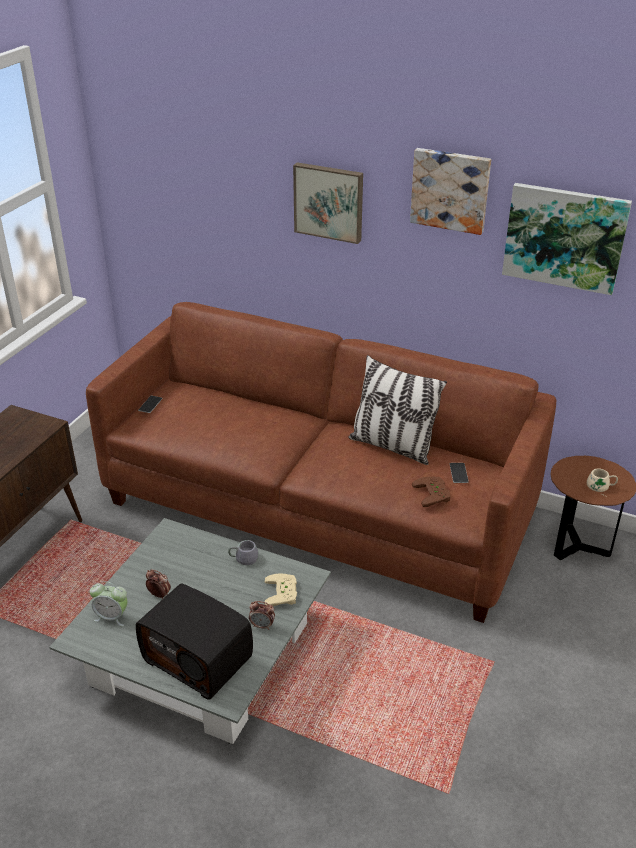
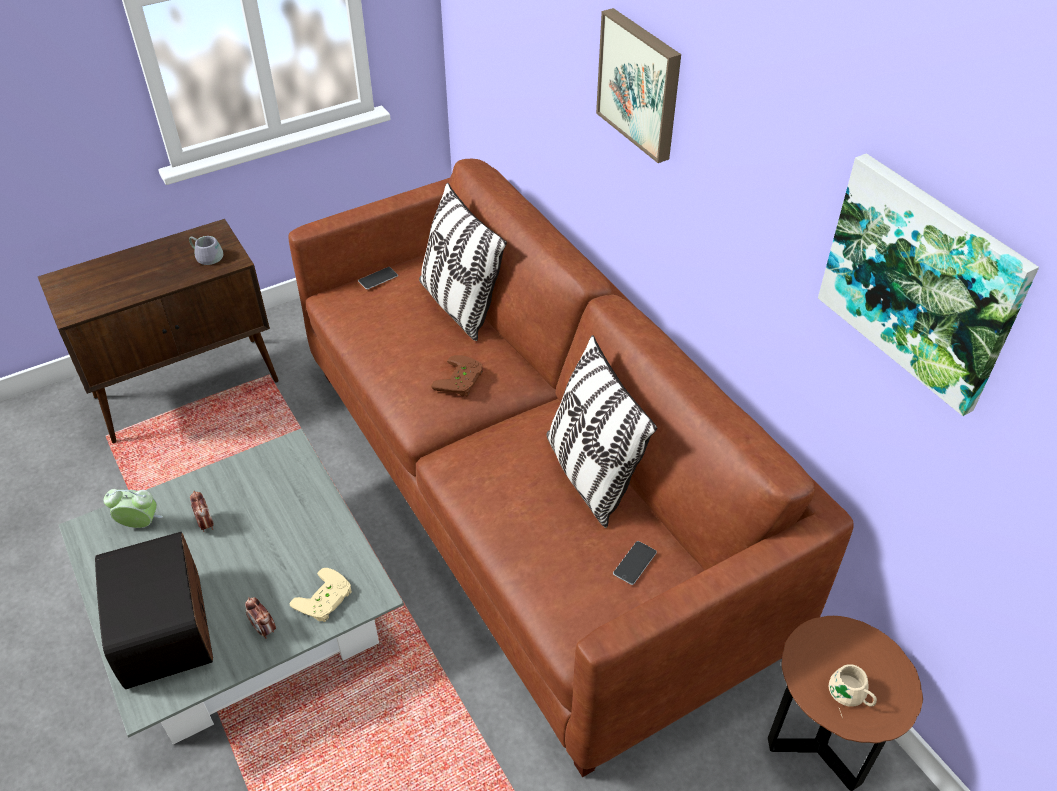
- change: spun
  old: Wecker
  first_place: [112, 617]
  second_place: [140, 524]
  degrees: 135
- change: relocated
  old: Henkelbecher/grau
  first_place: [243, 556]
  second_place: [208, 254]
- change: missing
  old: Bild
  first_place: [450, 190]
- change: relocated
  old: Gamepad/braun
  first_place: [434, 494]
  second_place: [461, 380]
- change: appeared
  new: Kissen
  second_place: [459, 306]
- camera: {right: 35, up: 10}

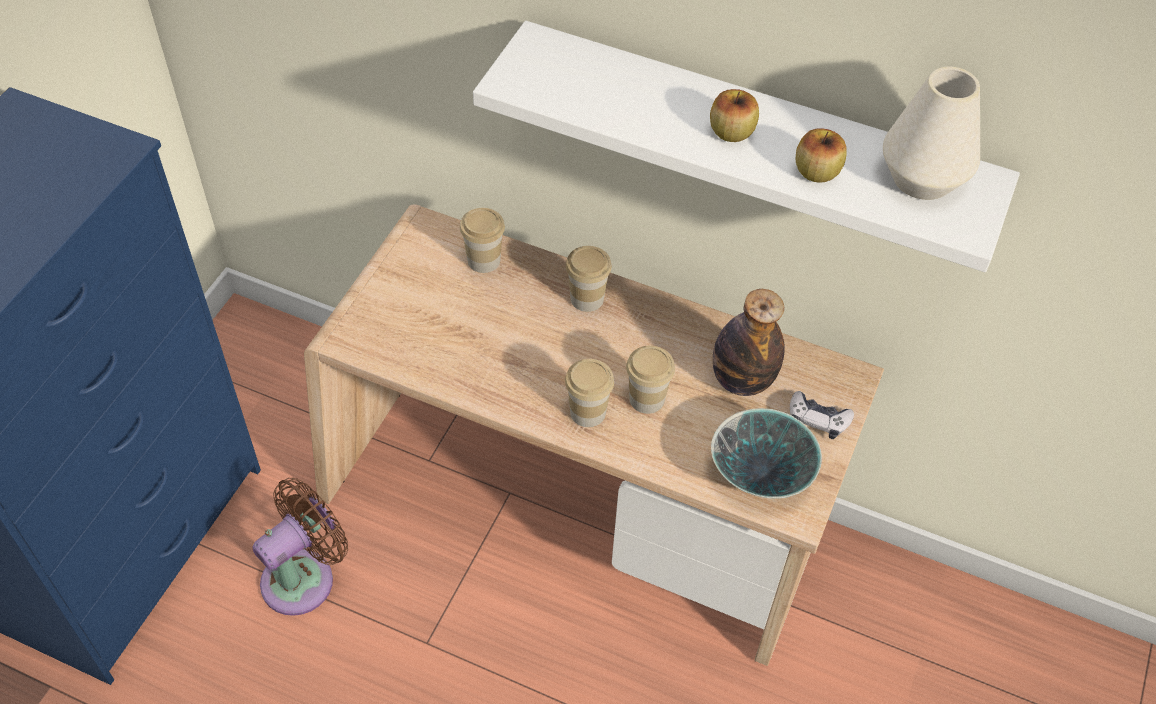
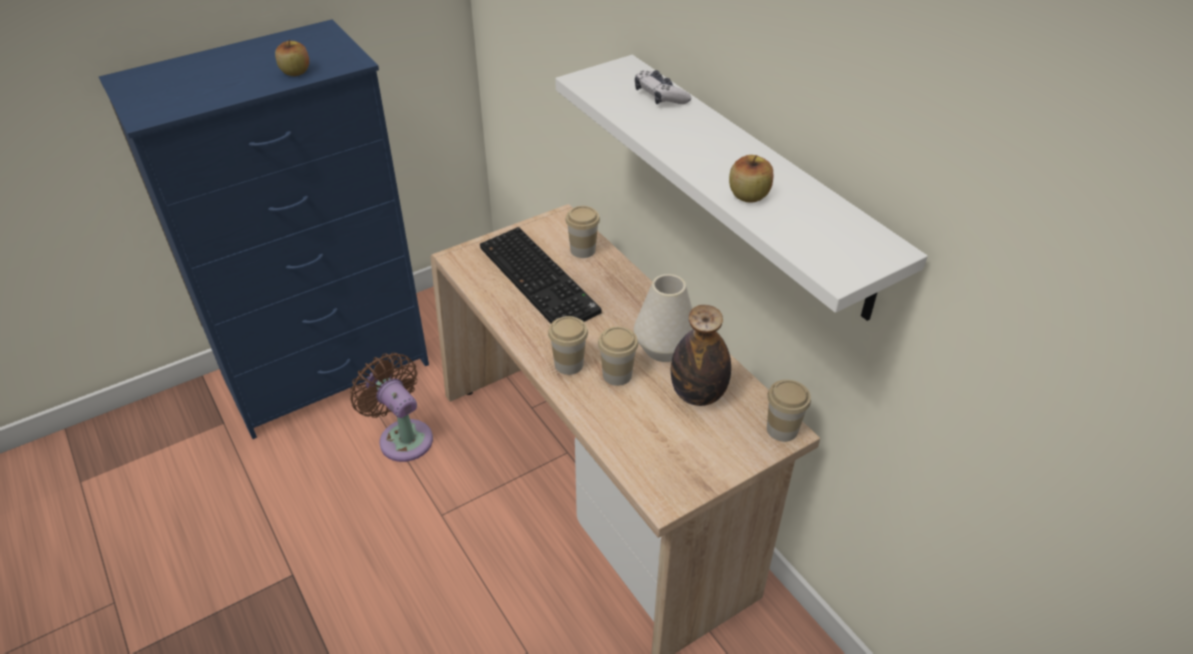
- change: spun
  old: Ventilator/braun
  first_place: [304, 577]
  second_place: [403, 437]
  degrees: -120
- change: relocated
  old: Tasse
  first_place: [587, 298]
  second_place: [782, 429]
- change: relocated
  old: Apfel
  first_place: [731, 132]
  second_place: [295, 72]
- change: missing
  old: Schüssel
  first_place: [761, 477]
- change: relocated
  old: Gamepad
  first_place: [817, 420]
  second_place: [660, 96]
- change: relocated
  old: Vase/weiß
  first_place: [923, 178]
  second_place: [664, 348]
- change: appeared
  new: Tastatur
  second_place: [541, 280]
- camera: {right: 35, up: -10}

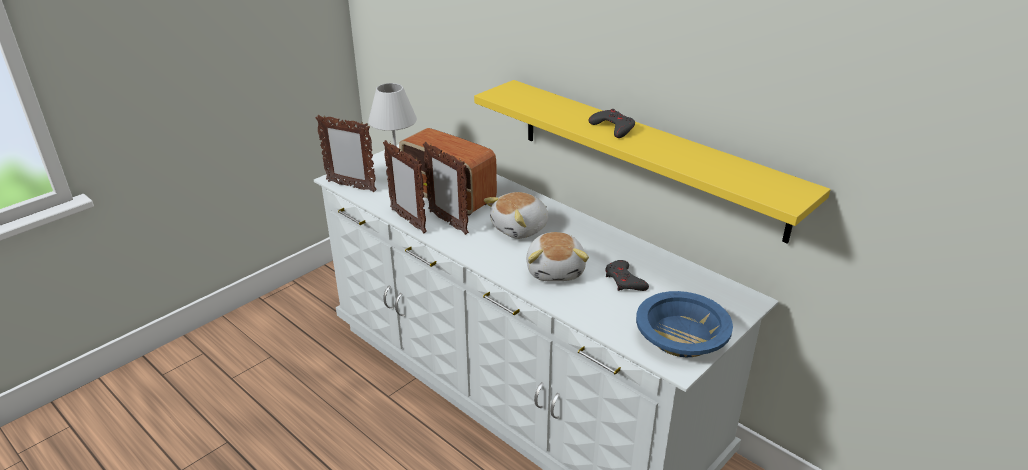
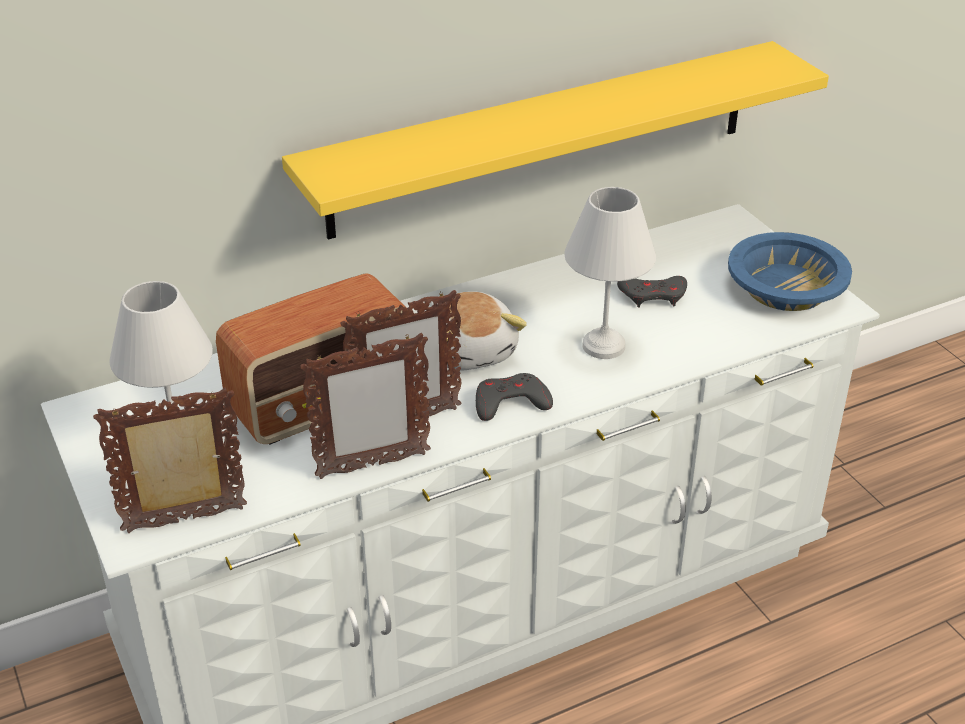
- change: spun
  old: Bilderrahmen
  first_place: [351, 186]
  second_place: [186, 521]
  degrees: -150
- change: exchanged
  old: Plüschtier
  new: Tischlampe/weiß
  first_place: [556, 270]
  second_place: [602, 345]
- change: relocated
  old: Gamepad/grau
  first_place: [613, 128]
  second_place: [510, 403]
- camera: {right: -70, up: 5}

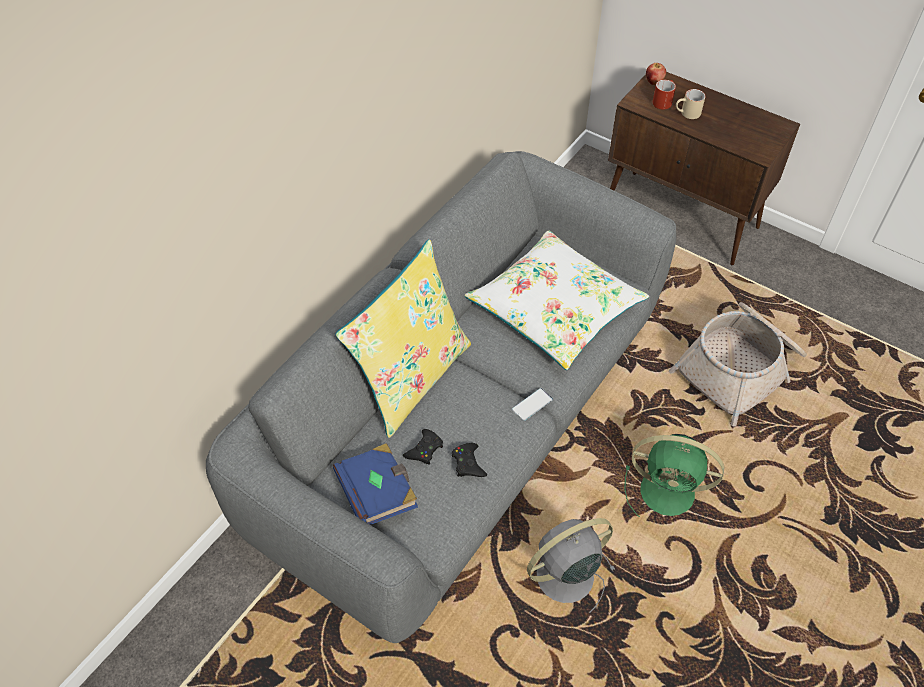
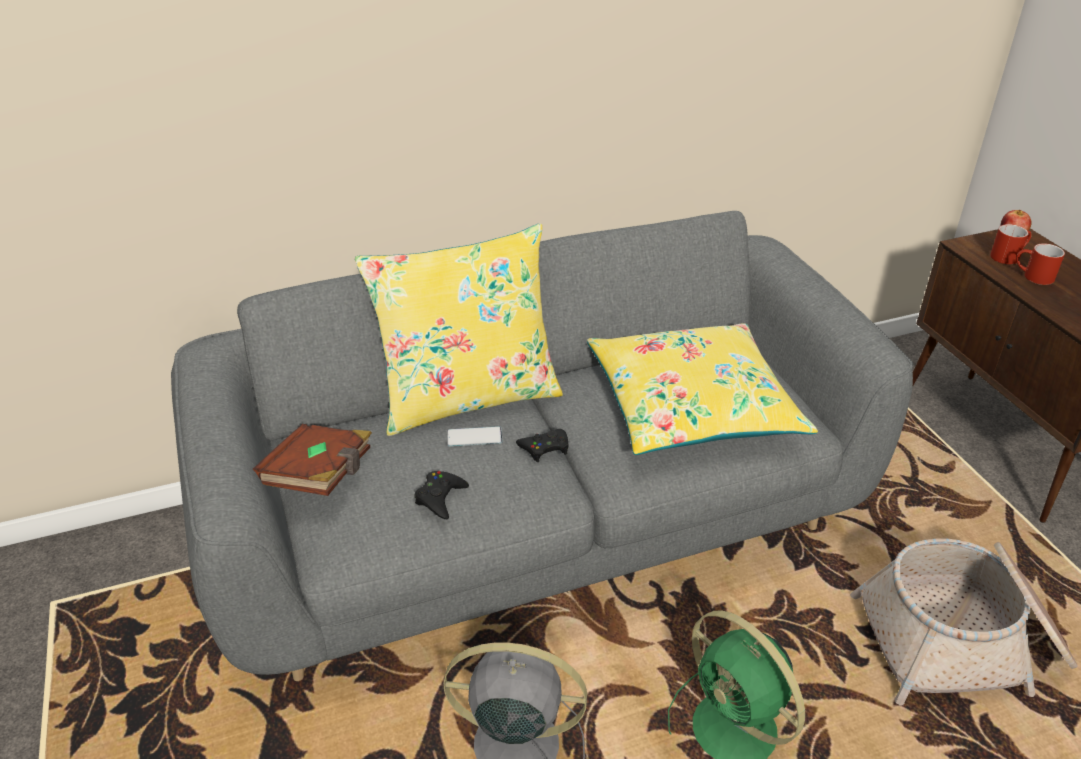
- change: colour
  old: Buch/blau
  new: Buch/braun
  first_place: [377, 493]
  second_place: [320, 476]
- change: relocated
  old: Gamepad/schwarz
  first_place: [424, 450]
  second_place: [545, 448]
- change: colour
  old: Kissen/weiß
  new: Kissen/gelb
  first_place: [555, 309]
  second_place: [692, 406]
- change: relocated
  old: Handy
  first_place: [532, 404]
  second_place: [474, 437]
- change: colour
  old: Henkelbecher/beige
  new: Henkelbecher/rot
  first_place: [687, 114]
  second_place: [1032, 277]
- camera: {right: 35, up: -15}

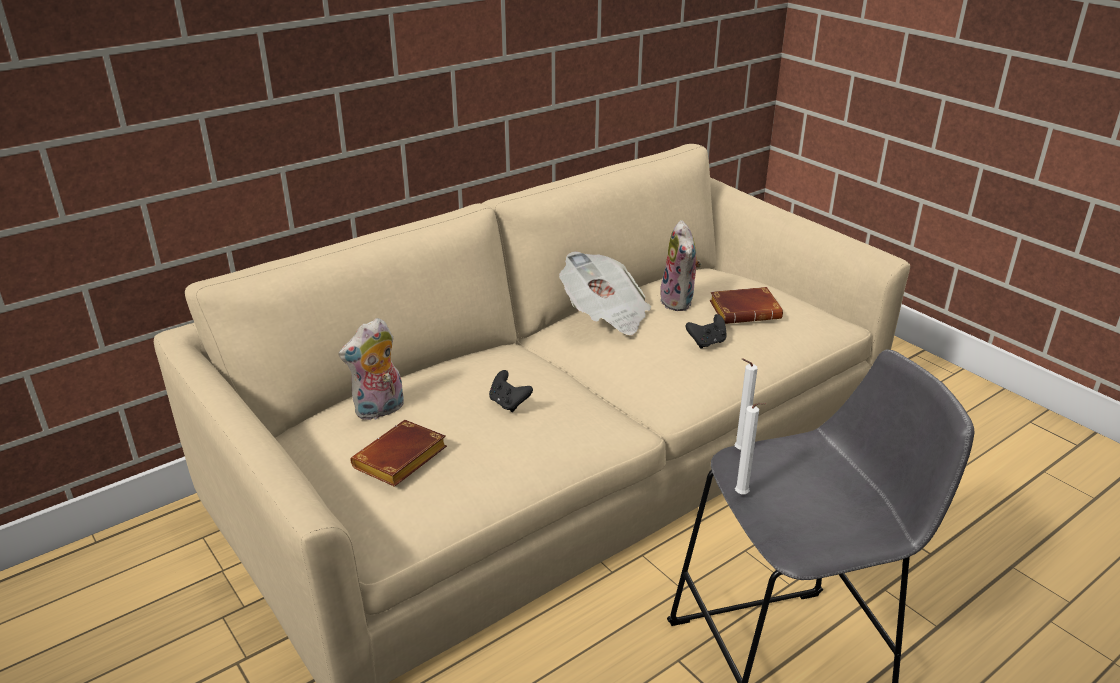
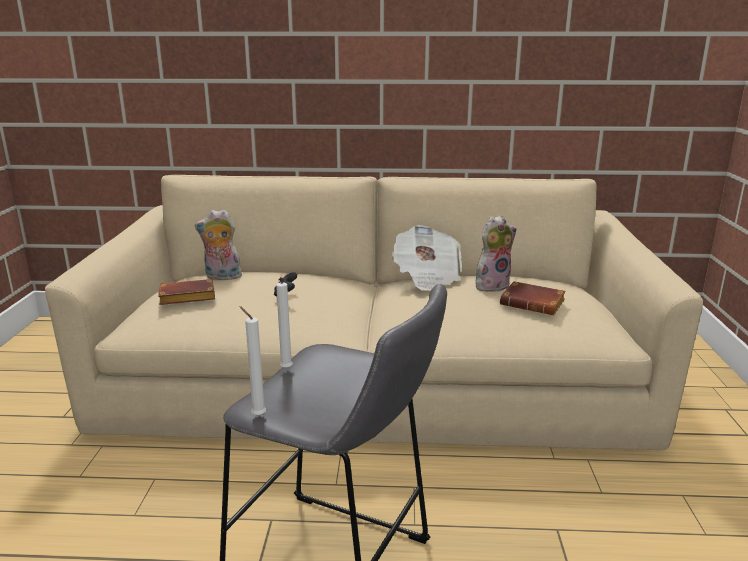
- change: spun
  old: Plüschtier
  first_place: [679, 302]
  second_place: [492, 285]
  degrees: -150
- change: missing
  old: Gamepad/schwarz
  first_place: [707, 342]
- change: relocated
  old: Kerze/weiß
  first_place: [738, 450]
  second_place: [257, 415]
- camera: {right: 40, up: -10}

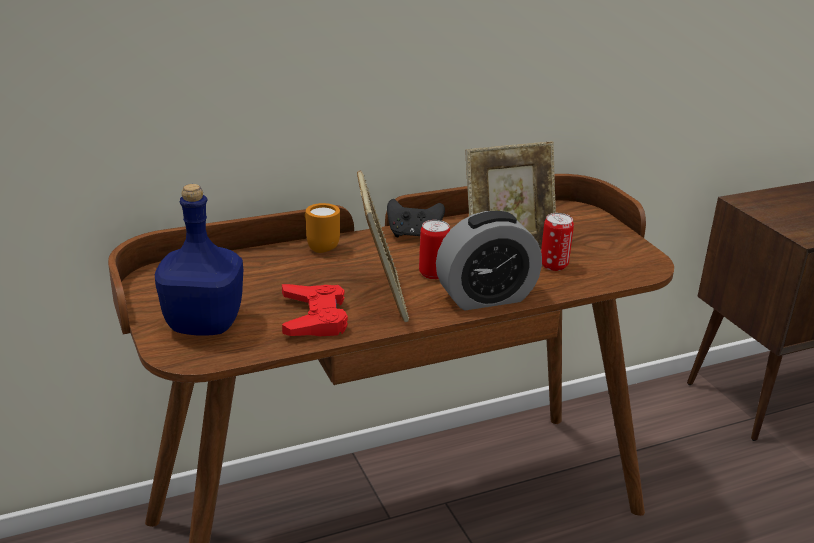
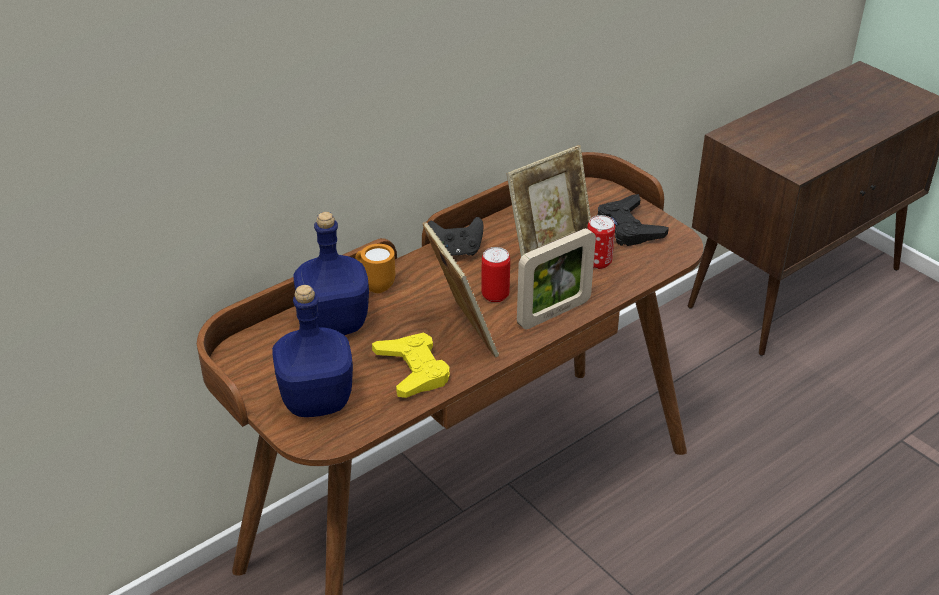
- change: colour
  old: Gamepad/rot
  new: Gamepad/gelb
  first_place: [314, 317]
  second_place: [413, 370]
- change: exchanged
  old: Wecker
  new: Bilderrahmen
  first_place: [486, 297]
  second_place: [554, 313]
- change: appeared
  new: Flasche/blau
  second_place: [333, 324]
- change: appeared
  new: Gamepad/schwarz
  second_place: [629, 227]
- camera: {right: -15, up: 10}

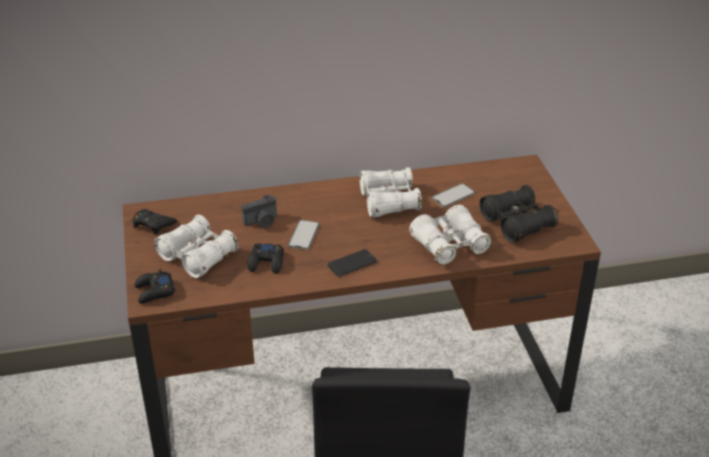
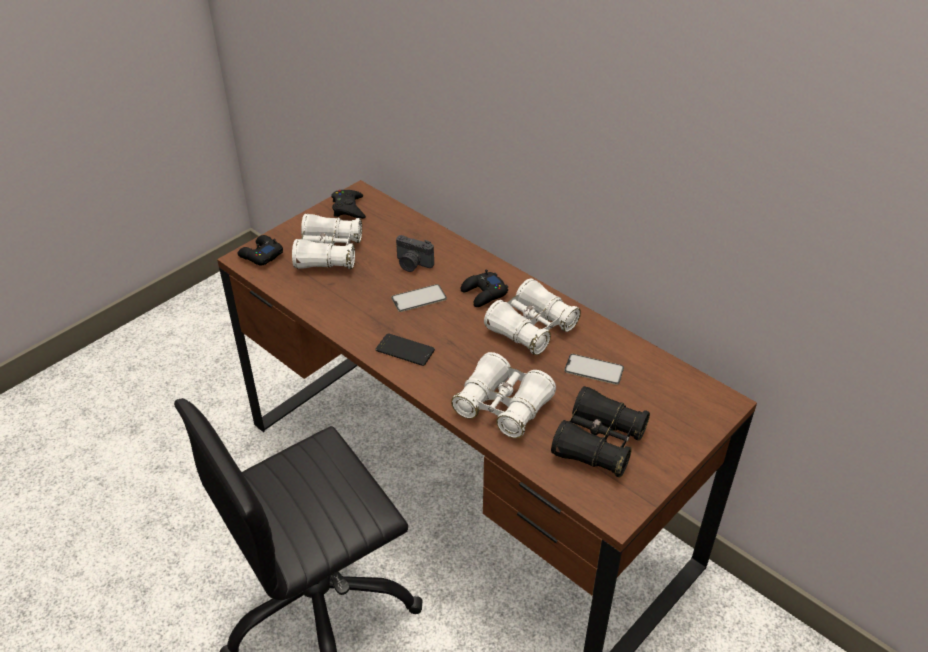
- change: relocated
  old: Gamepad/schwarz
  first_place: [266, 262]
  second_place: [484, 293]
- camera: {right: 55, up: 5}

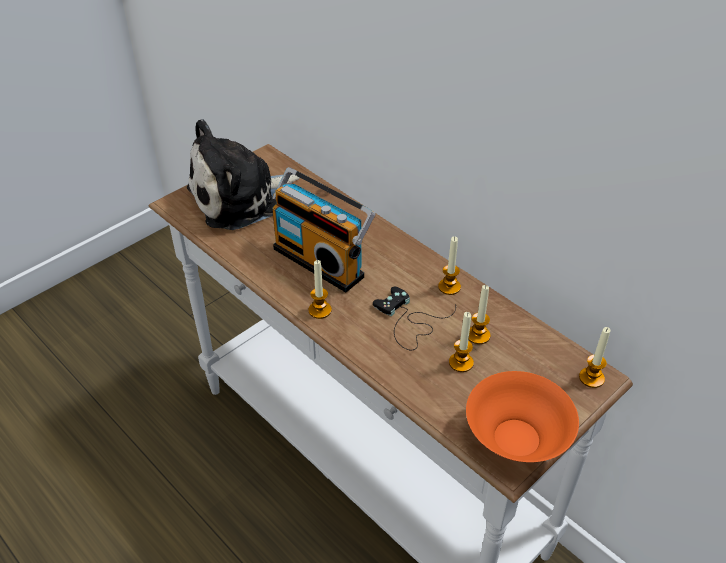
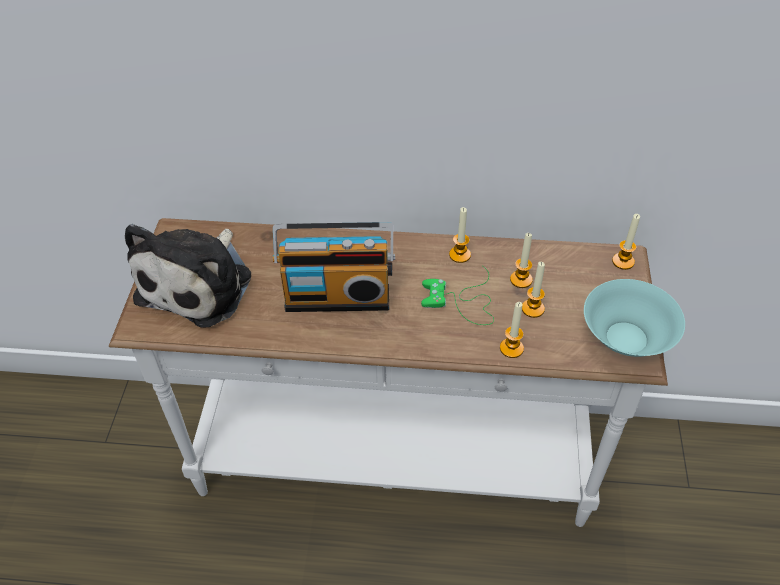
- change: relocated
  old: Kerze
  first_place: [320, 310]
  second_place: [511, 348]
- change: colour
  old: Gamepad/schwarz
  new: Gamepad/grün
  first_place: [409, 321]
  second_place: [462, 301]
- change: colour
  old: Schüssel/orange
  new: Schüssel/türkis
  first_place: [517, 438]
  second_place: [626, 337]
- camera: {right: -40, up: 5}

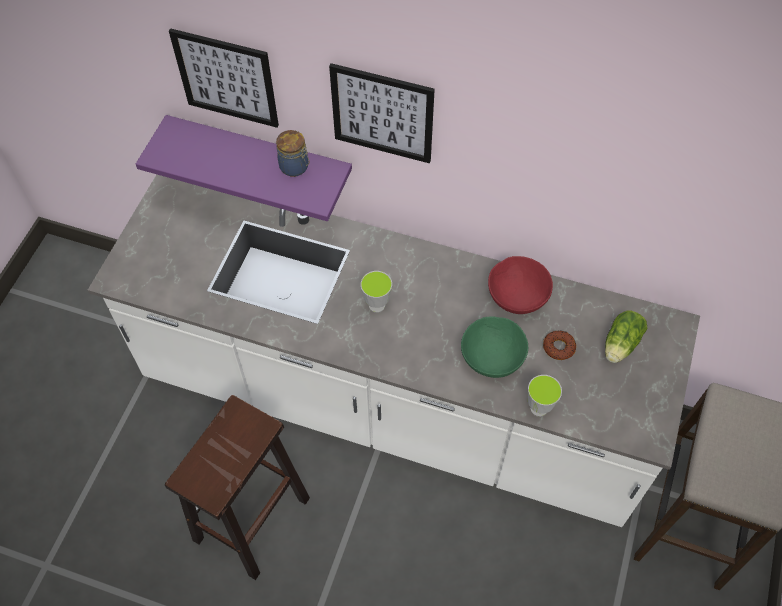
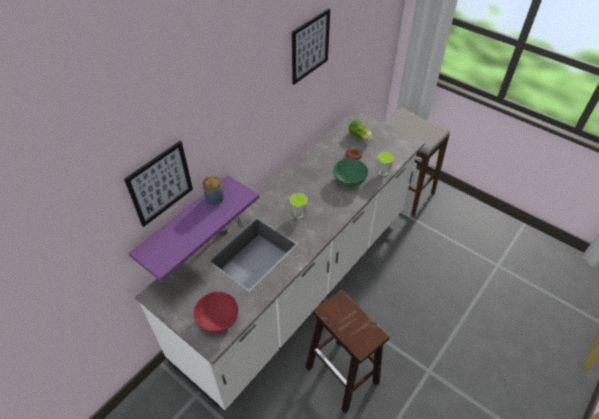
- change: relocated
  old: Bild
  first_place: [382, 113]
  second_place: [310, 46]
- change: relocated
  old: Schüssel/rot
  first_place: [517, 297]
  second_place: [218, 319]
- camera: {right: -70, up: -10}

